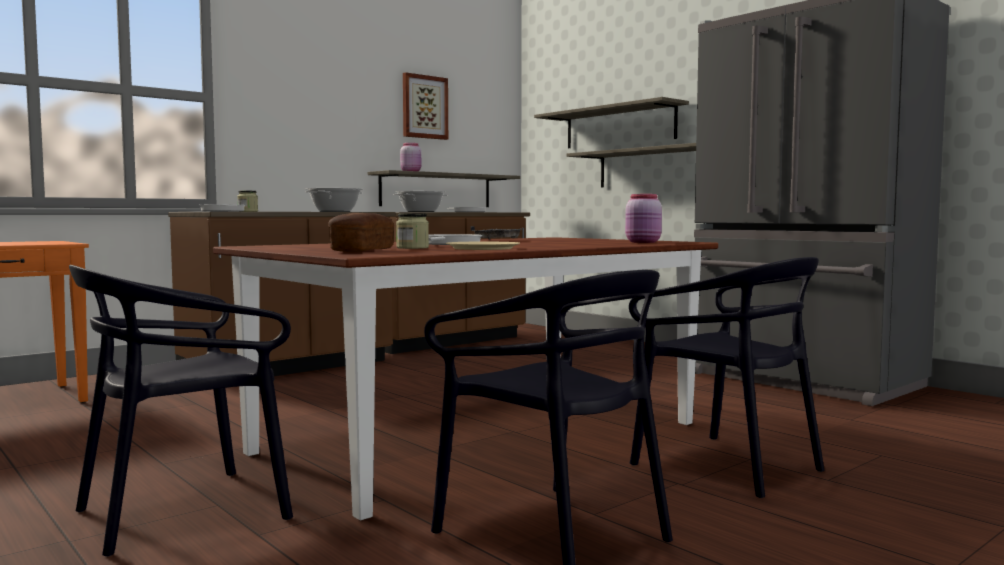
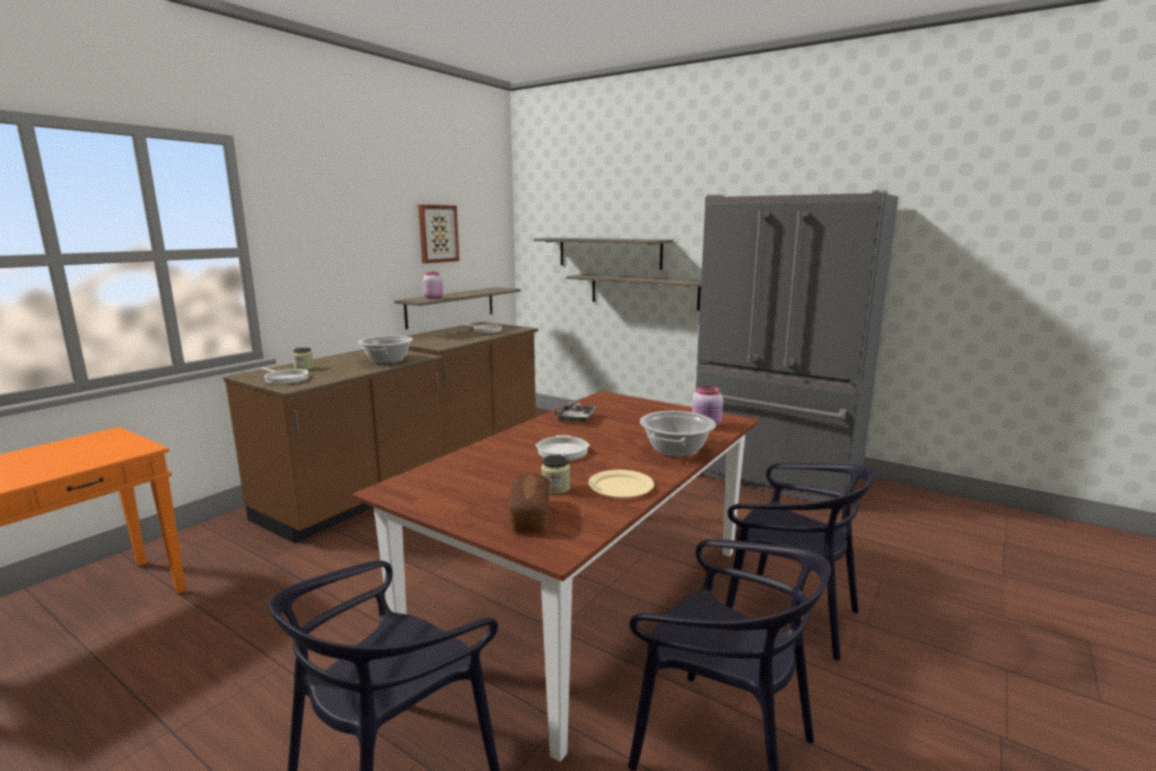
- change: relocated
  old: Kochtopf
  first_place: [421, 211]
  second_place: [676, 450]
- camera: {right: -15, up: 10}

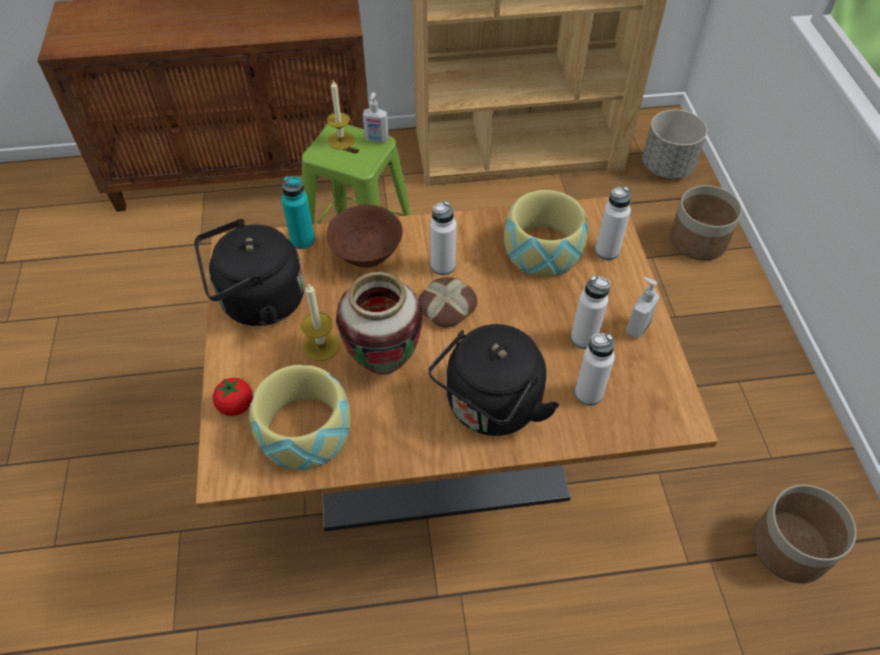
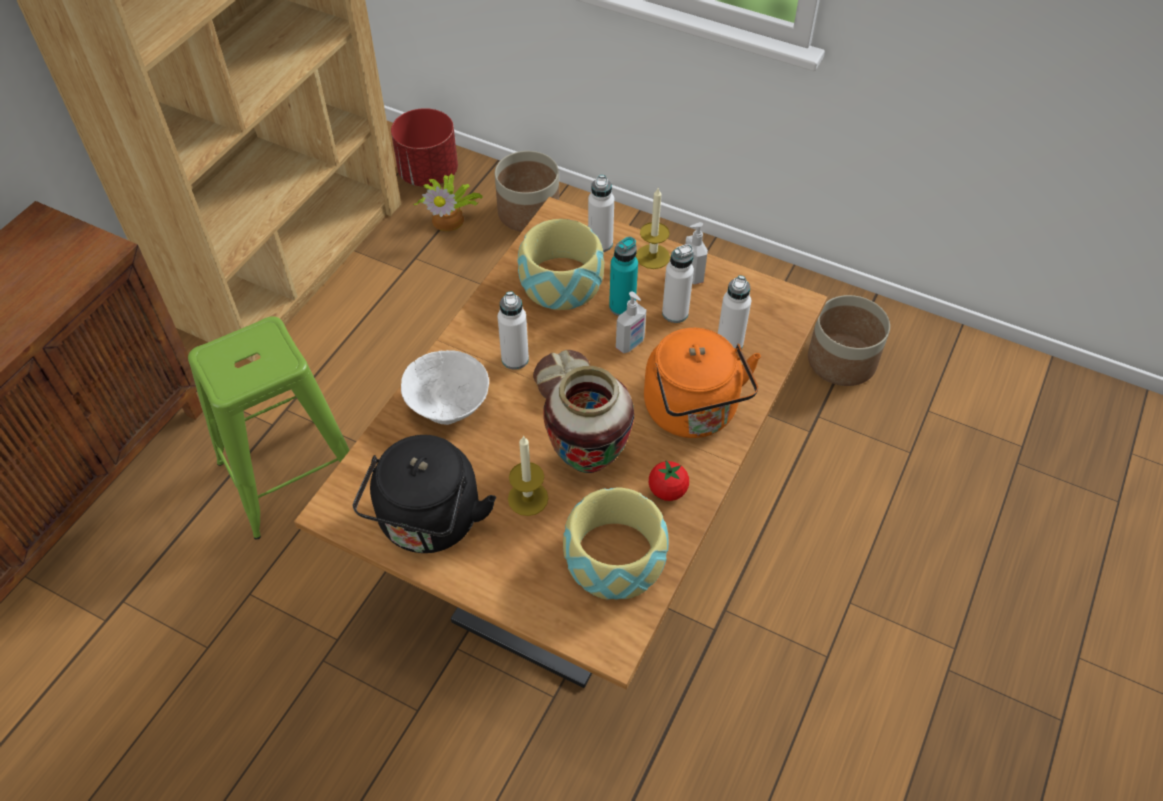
- change: relocated
  old: Tomate
  first_place: [236, 406]
  second_place: [667, 490]
- change: relocated
  old: Flasche/türkis
  first_place: [302, 240]
  second_place: [622, 307]
- change: relocated
  old: Kerze
  first_place: [341, 140]
  second_place: [652, 256]
- change: colour
  old: Schüssel/braun
  new: Schüssel/weiß
  first_place: [366, 255]
  second_place: [448, 407]
- change: relocated
  old: Seifenspender
  first_place: [376, 139]
  second_place: [630, 344]
- change: colour
  old: Wasserkessel/schwarz
  new: Wasserkessel/orange
  first_place: [490, 408]
  second_place: [693, 413]
- change: colour
  old: Pflanzkübel/grau
  new: Pflanzkübel/rot
  first_place: [667, 166]
  second_place: [428, 173]
- change: appeared
  new: Topfpflanze
  second_place: [449, 218]
- camera: {right: -55, up: 0}

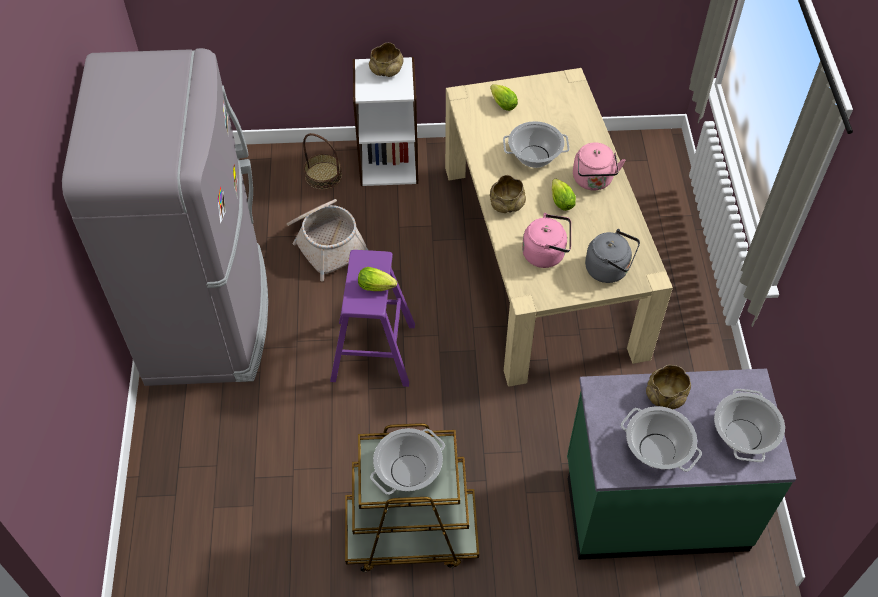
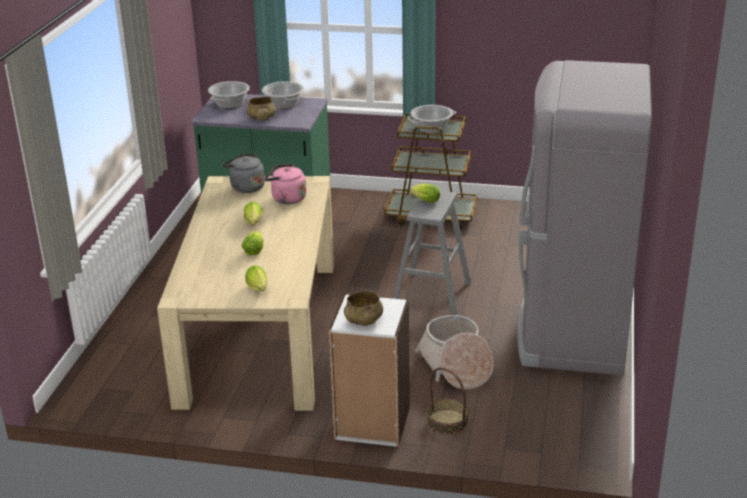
- change: colour
  old: Hocker/lila
  new: Hocker/grau
  first_place: [373, 352]
  second_place: [432, 293]
- change: missing
  old: Schüssel/beige
  first_place: [506, 204]
- change: exchanged
  old: Kochtopf
  new: Salatkopf
  first_place: [534, 156]
  second_place: [255, 250]
- change: missing
  old: Wasserkessel/rosa
  first_place: [593, 181]
- camera: {right: -165, up: -25}

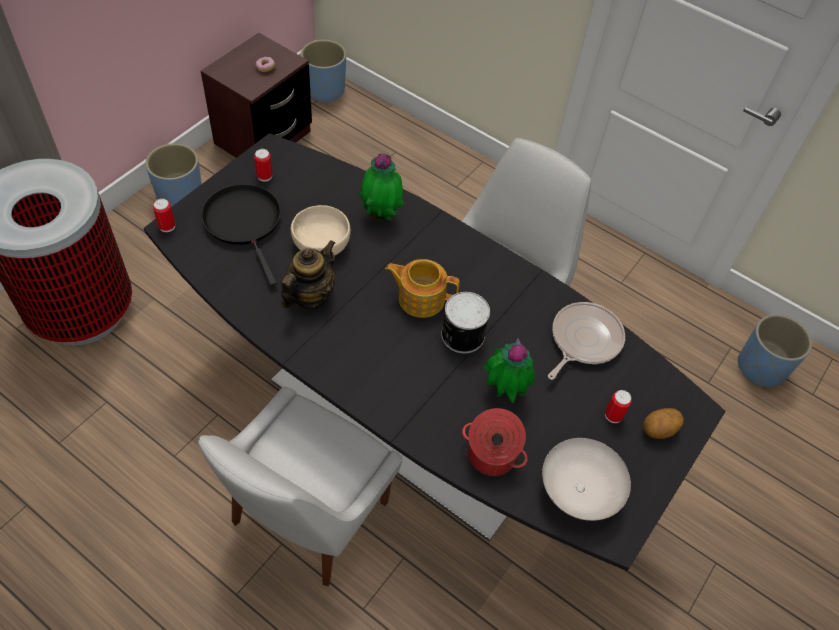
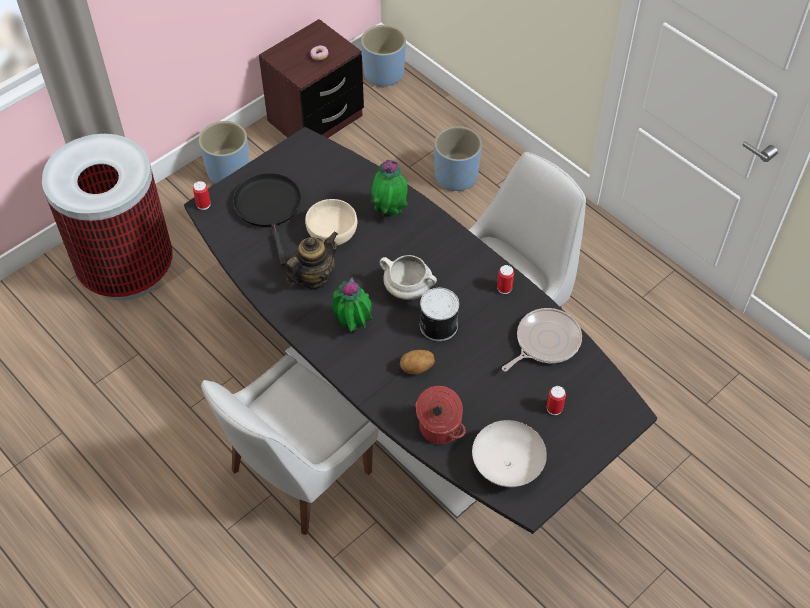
- change: relocated
  old: Dose
  first_place: [264, 176]
  second_place: [504, 288]
- change: exchanged
  old: Teekanne
  new: Kochtopf/weiß
  first_place: [420, 298]
  second_place: [408, 289]
- change: relocated
  old: Topfpflanze
  first_place: [503, 392]
  second_place: [352, 325]
- change: relocated
  old: Kartoffel
  first_place: [659, 430]
  second_place: [417, 368]
- change: relocated
  old: Pflanzkübel/blau
  first_place: [761, 367]
  second_place: [456, 176]
- camera: {right: 15, up: 0}

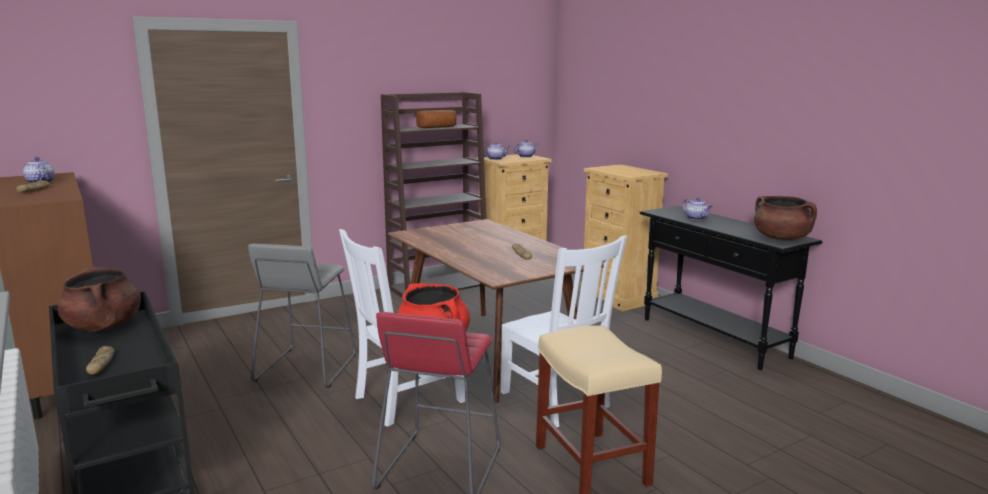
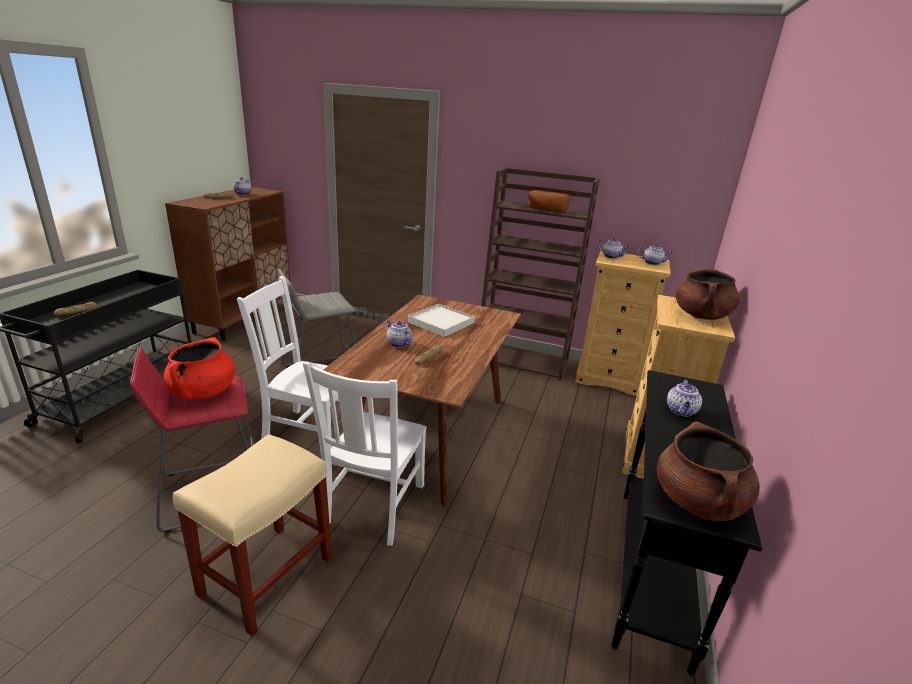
- change: relocated
  old: Kochtopf/braun
  first_place: [104, 327]
  second_place: [701, 316]
- change: appeared
  new: Teekanne
  second_place: [398, 343]
- change: appeared
  new: Tablett/weiß
  second_place: [441, 322]
- camera: {right: 50, up: 10}

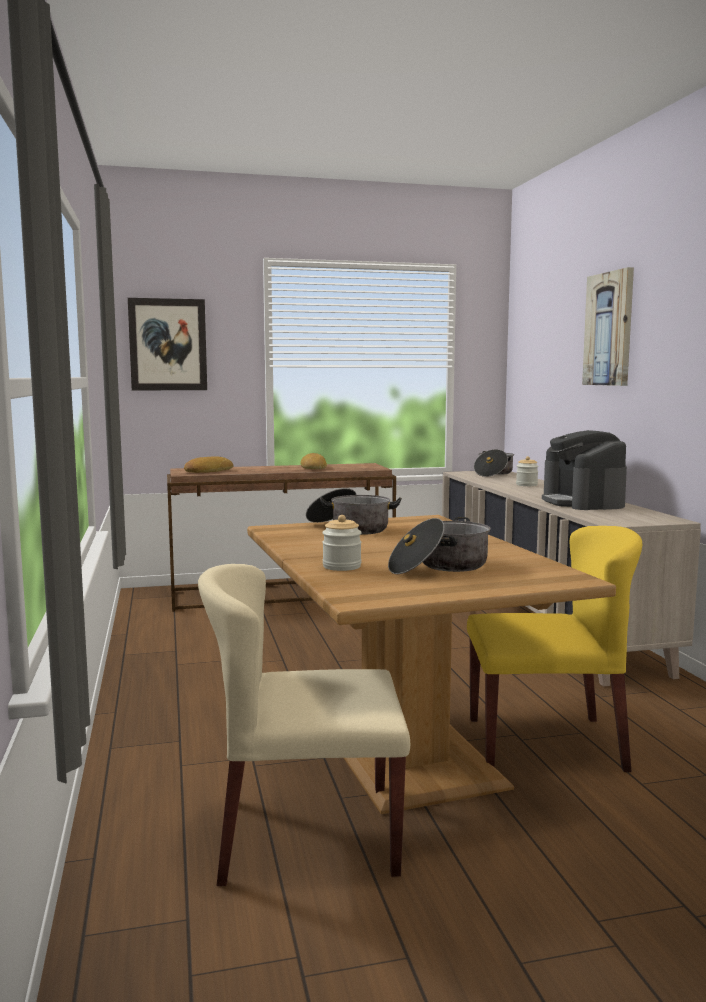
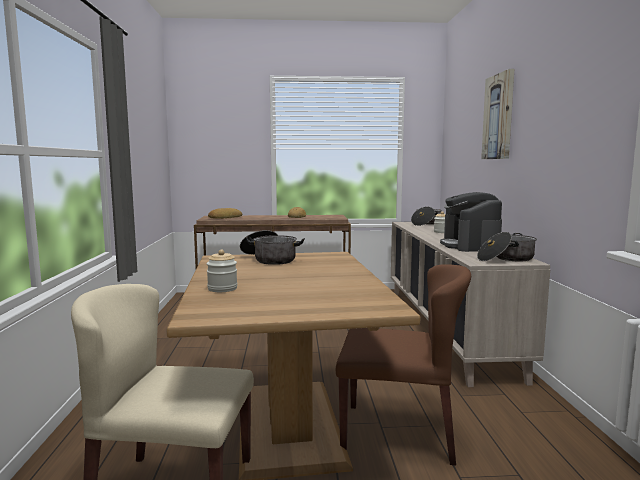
- change: missing
  old: Bild
  first_place: [168, 345]
- change: relocated
  old: Kochtopf
  first_place: [439, 567]
  second_place: [506, 259]
- change: colour
  old: Stuhl/gelb
  new: Stuhl/braun
  first_place: [546, 743]
  second_place: [399, 432]
- camera: {right: 10, up: 0}

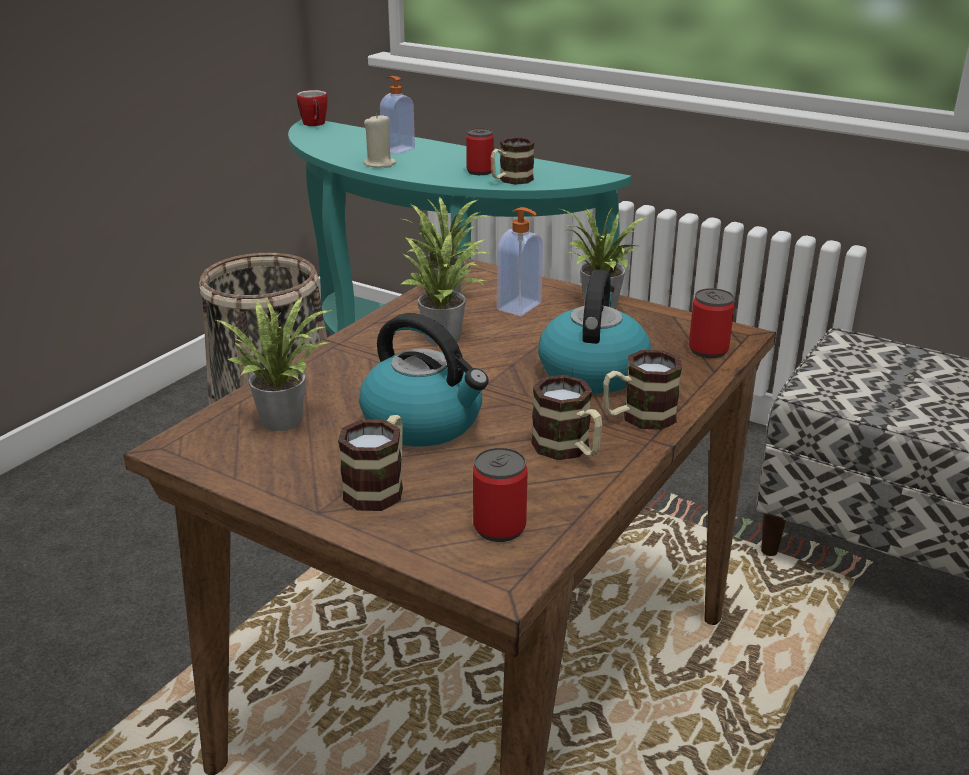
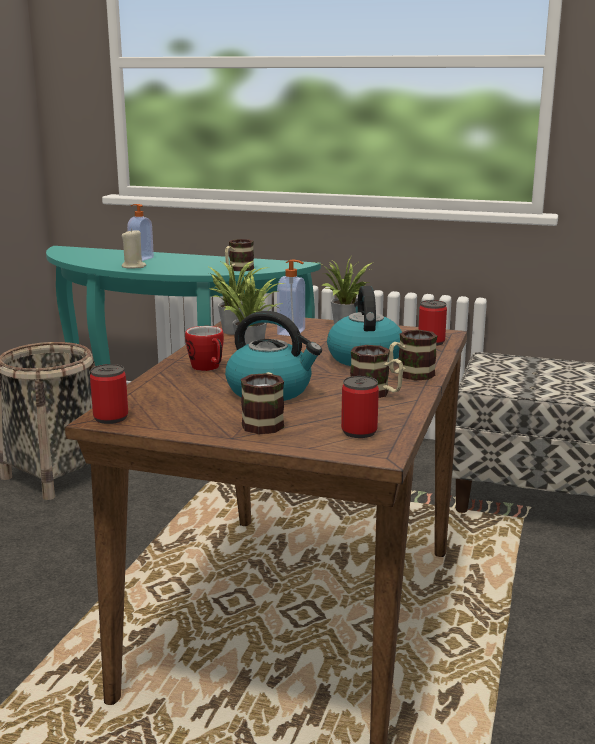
- change: missing
  old: Topfpflanze
  first_place: [286, 418]
- change: relocated
  old: Henkelbecher
  first_place: [315, 125]
  second_place: [208, 368]
- change: relocated
  old: Dose
  first_place: [480, 171]
  second_place: [111, 418]
- camera: {right: -15, up: -10}

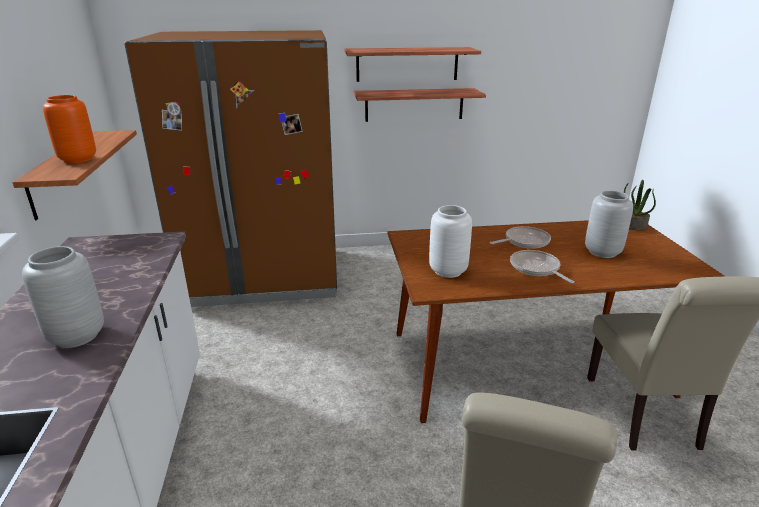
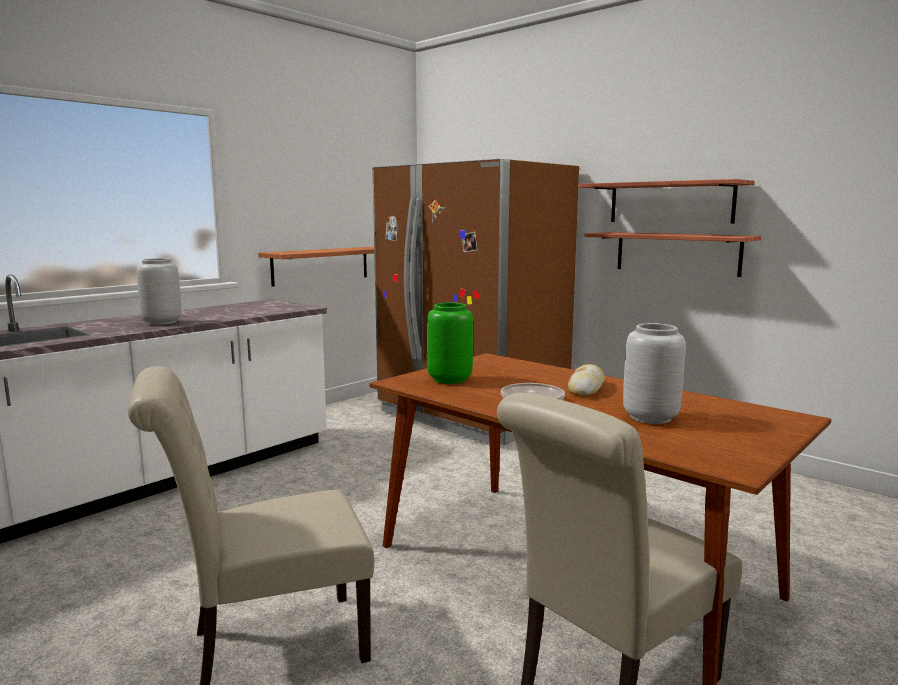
- change: missing
  old: Vase/orange
  first_place: [77, 159]
- change: colour
  old: Vase/weiß
  new: Vase/grün
  first_place: [448, 271]
  second_place: [449, 380]
- change: exchanged
  old: Pfanne
  new: Brot
  first_place: [524, 241]
  second_place: [586, 388]
- change: missing
  old: Topfpflanze
  first_place: [632, 226]
- camera: {right: 50, up: -15}

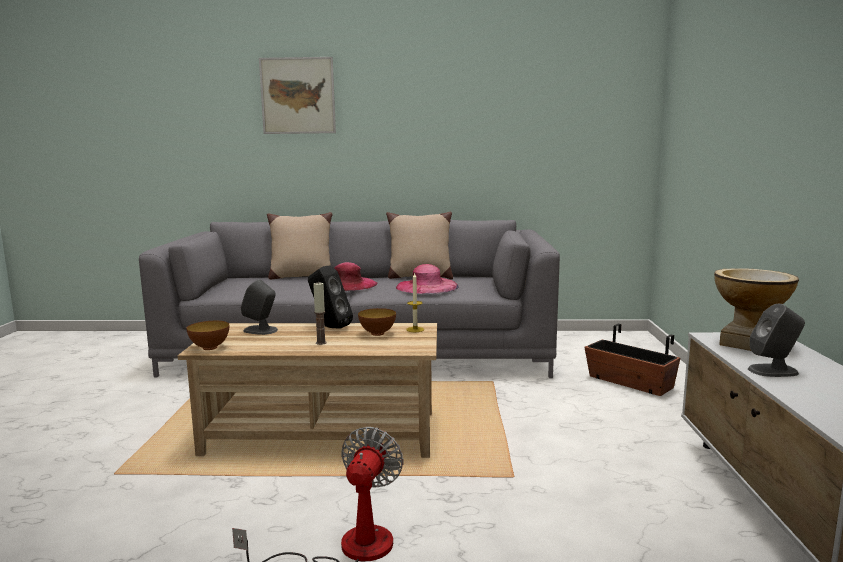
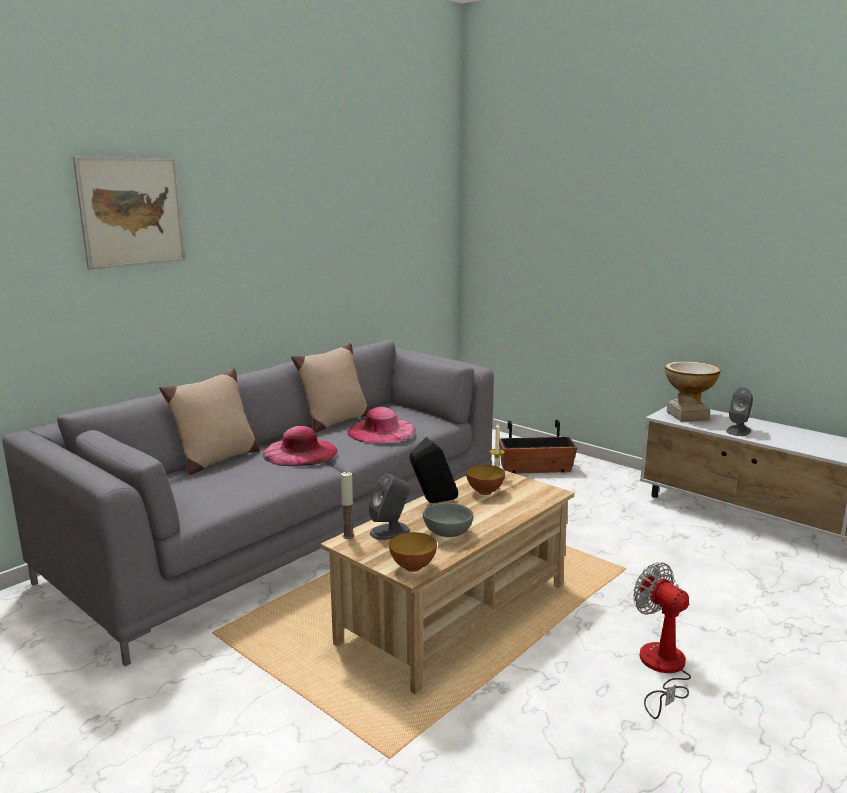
- change: relocated
  old: Kerze
  first_place: [321, 343]
  second_place: [348, 536]
- change: appeared
  new: Schüssel/grau
  second_place: [446, 533]
- camera: {right: -50, up: 5}

